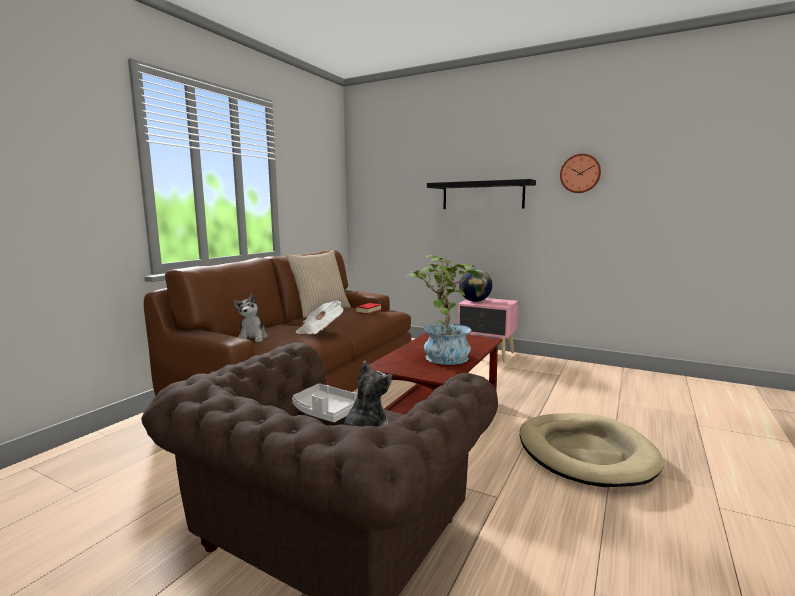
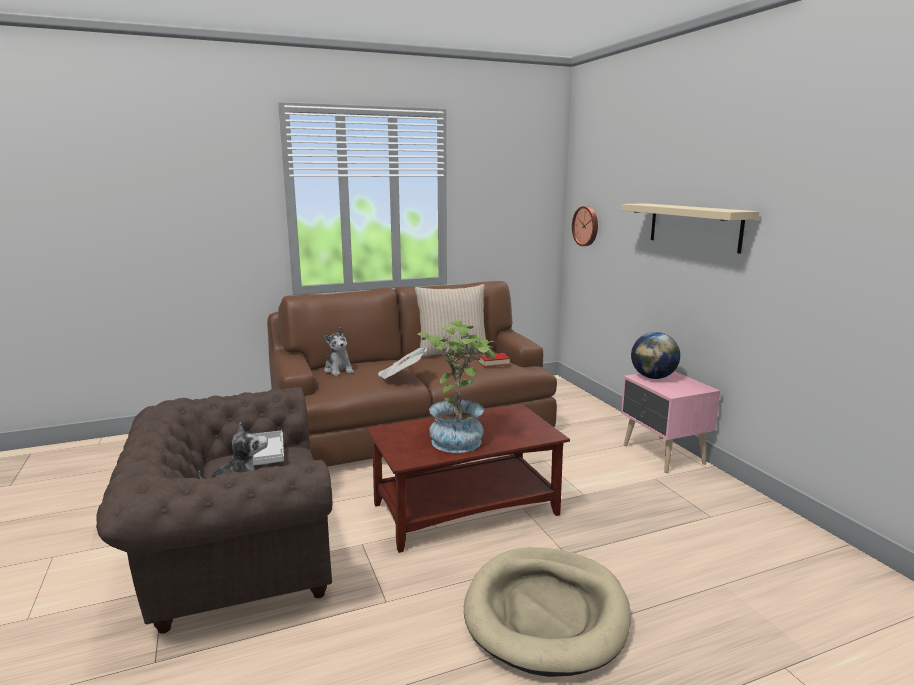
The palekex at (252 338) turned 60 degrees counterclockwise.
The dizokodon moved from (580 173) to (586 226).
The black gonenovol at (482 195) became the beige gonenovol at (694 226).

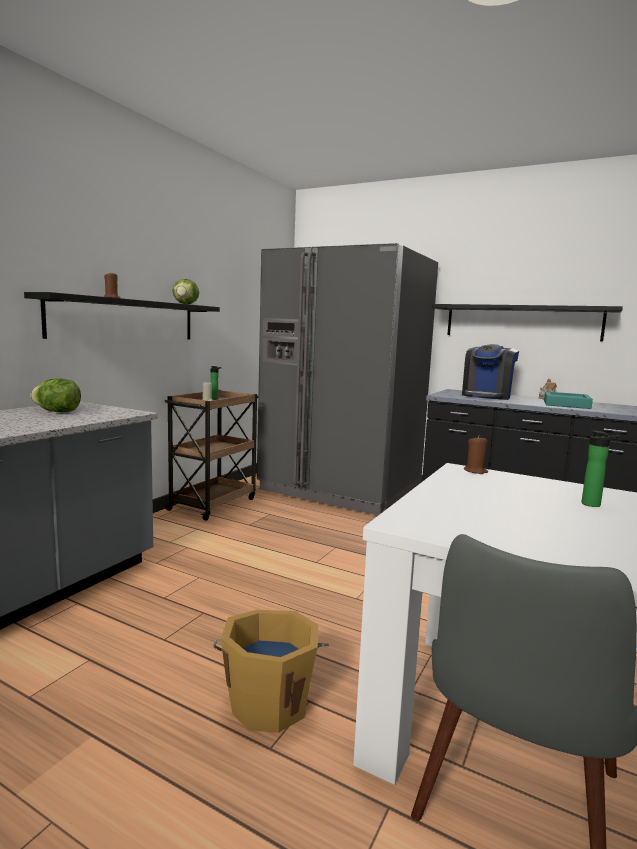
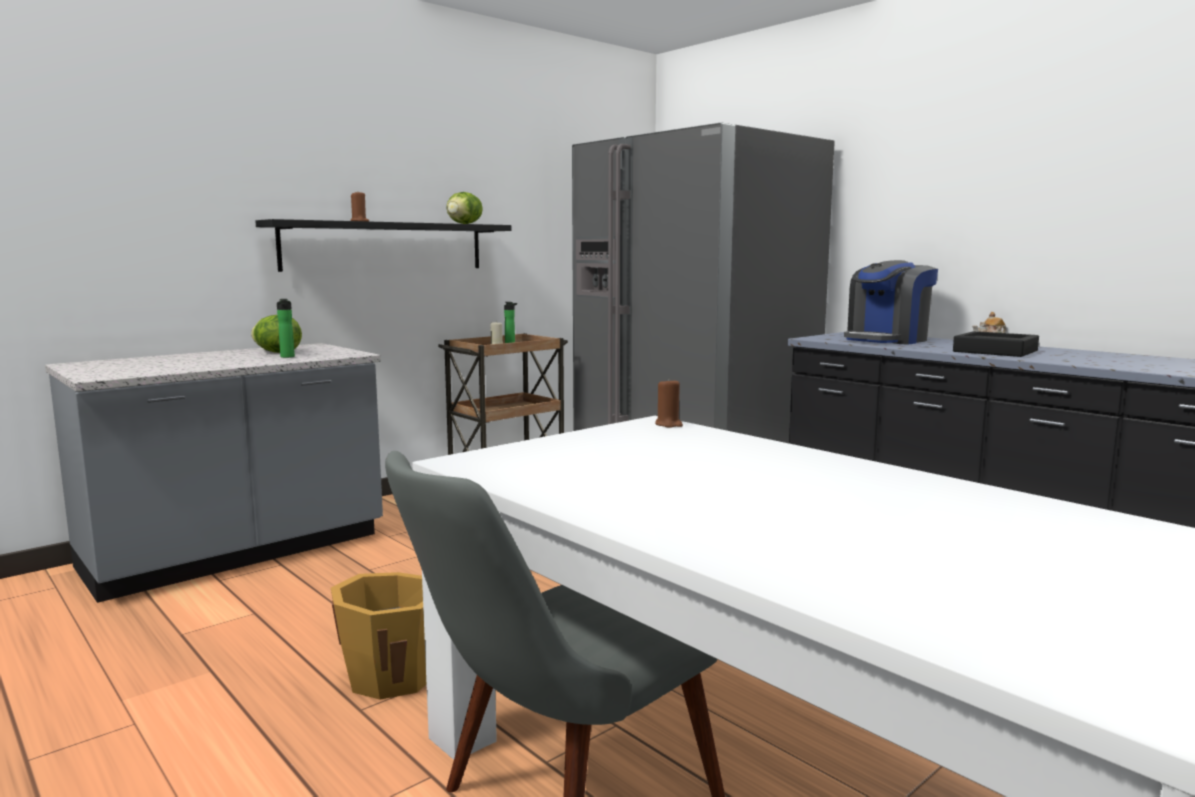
The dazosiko moved from (594 505) to (287 357).
The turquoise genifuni at (566 404) became the black genifuni at (995 351).
The black gonenovol at (521 322) disappeared.

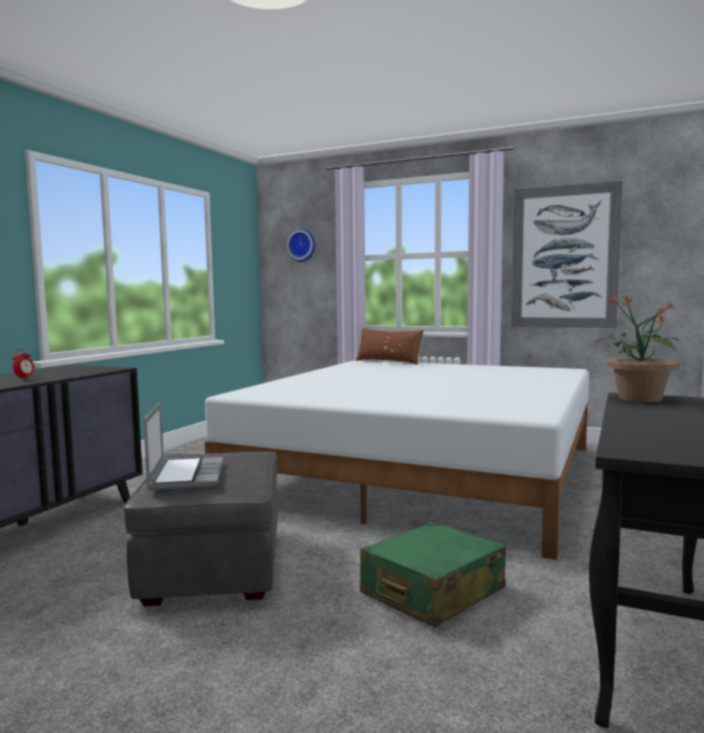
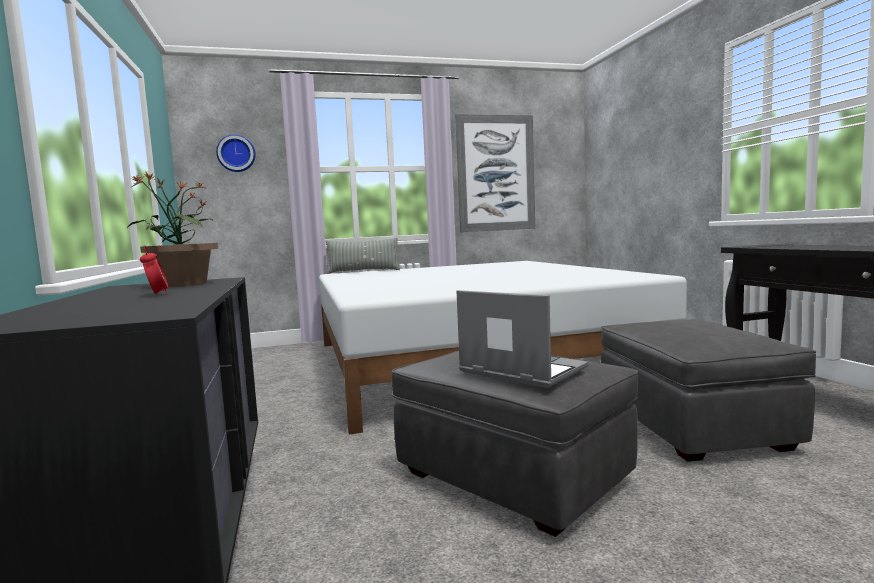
The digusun moved from (639 398) to (183 284).
The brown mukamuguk at (388 362) became the grey mukamuguk at (363 271).
The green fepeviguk at (432 592) was replaced by the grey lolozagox at (692 425).

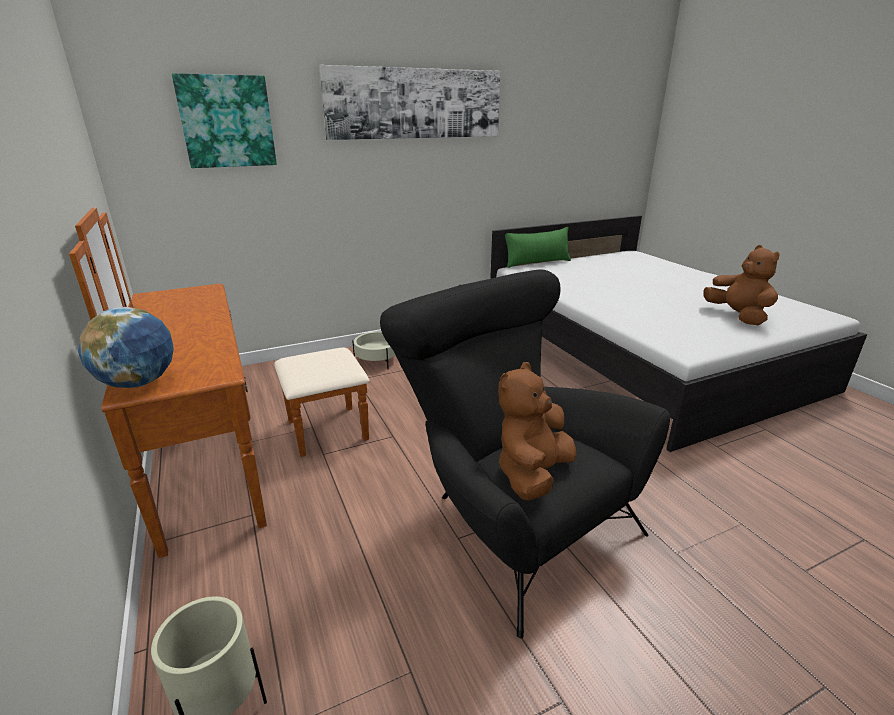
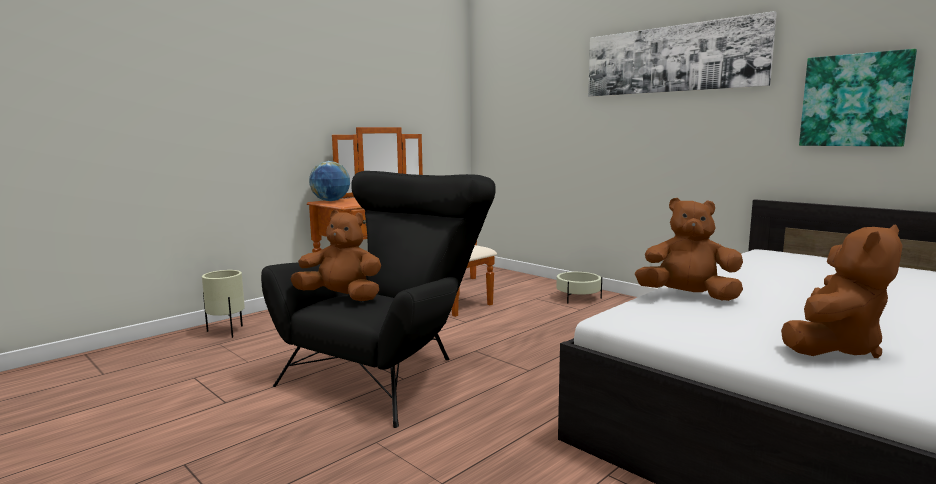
The brown palekex at (687 296) appeared.
The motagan moved from (227 122) to (854 100).
The green mukamuguk at (537 263) disappeared.

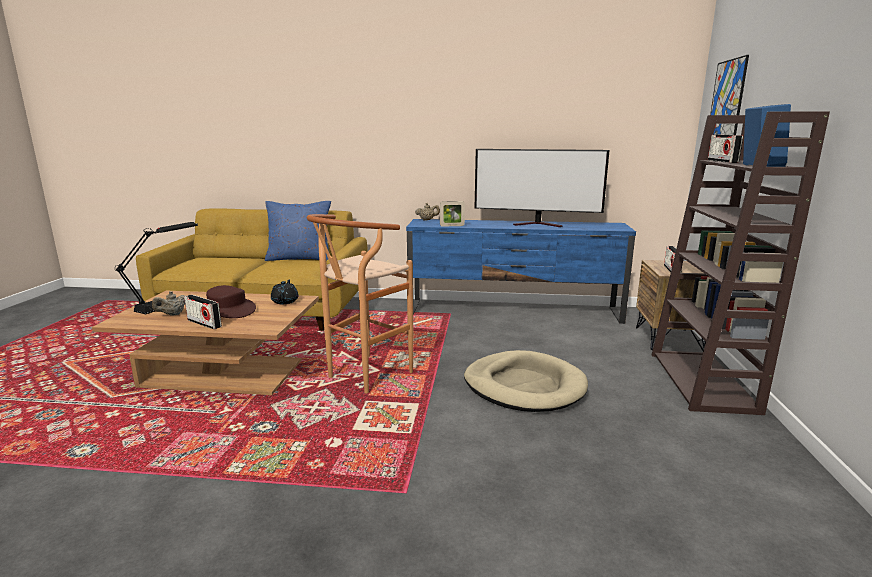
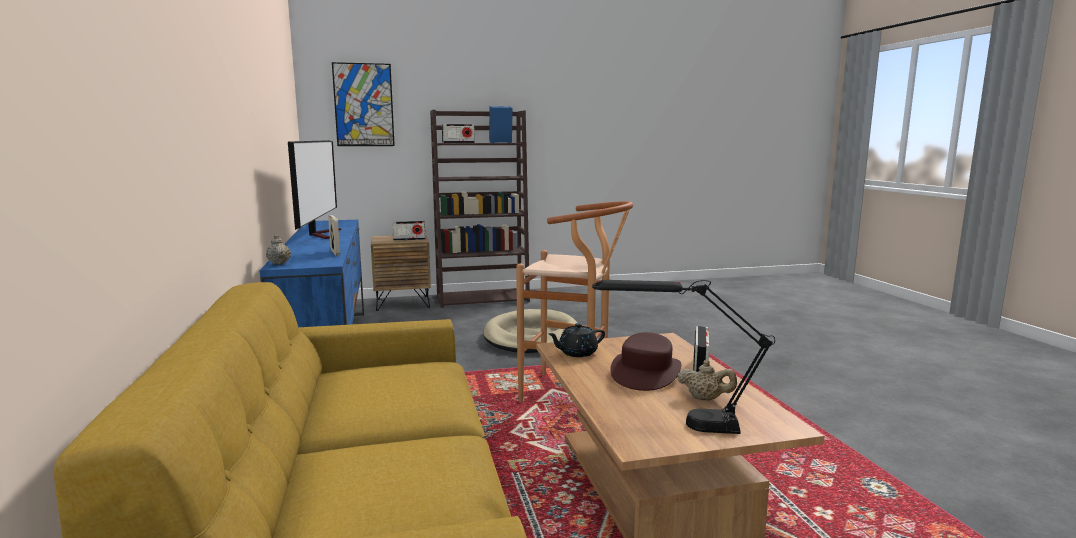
The blue mukamuguk at (300 258) disappeared.

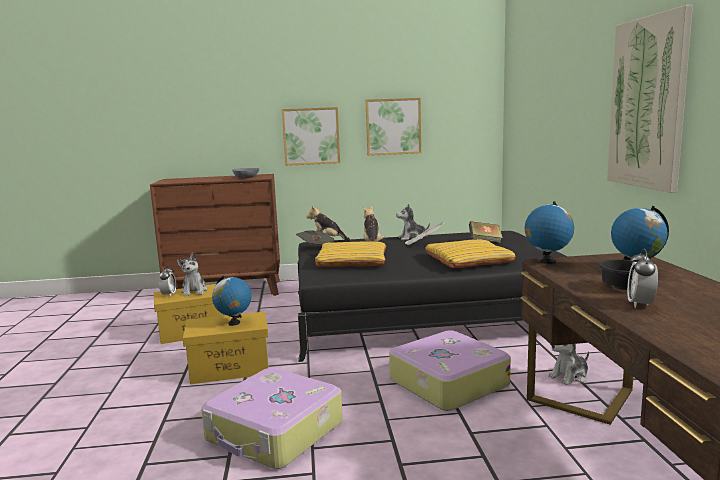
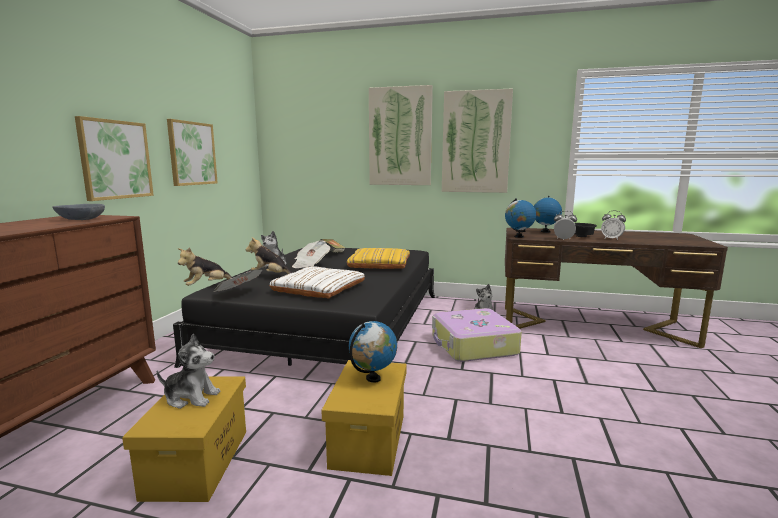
The yellow mukamuguk at (352 261) became the white mukamuguk at (319 288).
The motagan at (400 137) appeared.
The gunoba moved from (168 295) to (563 239).
The fepeviguk at (274 432) disappeared.

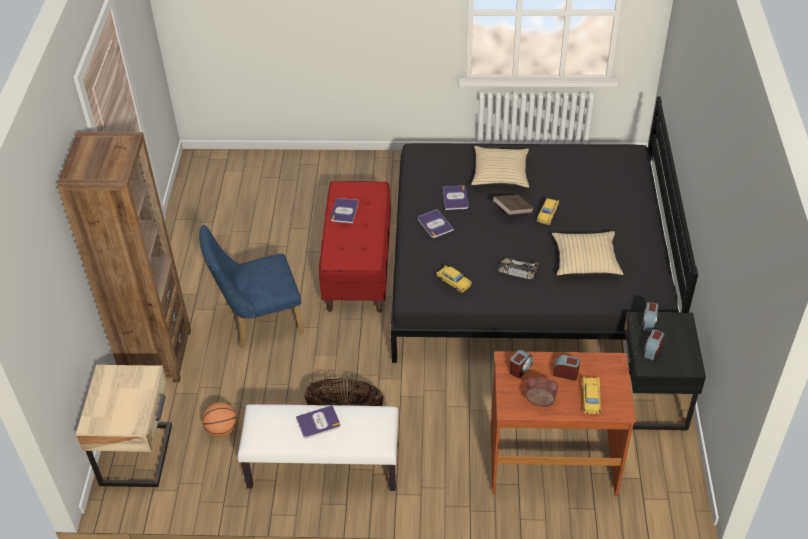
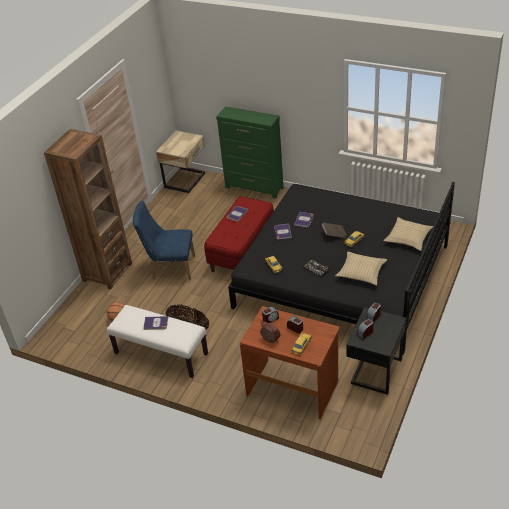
The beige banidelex moved from (140 455) to (186 181).
The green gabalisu at (254 188) appeared.
The beige mukamuguk moved from (500 173) to (408 238).

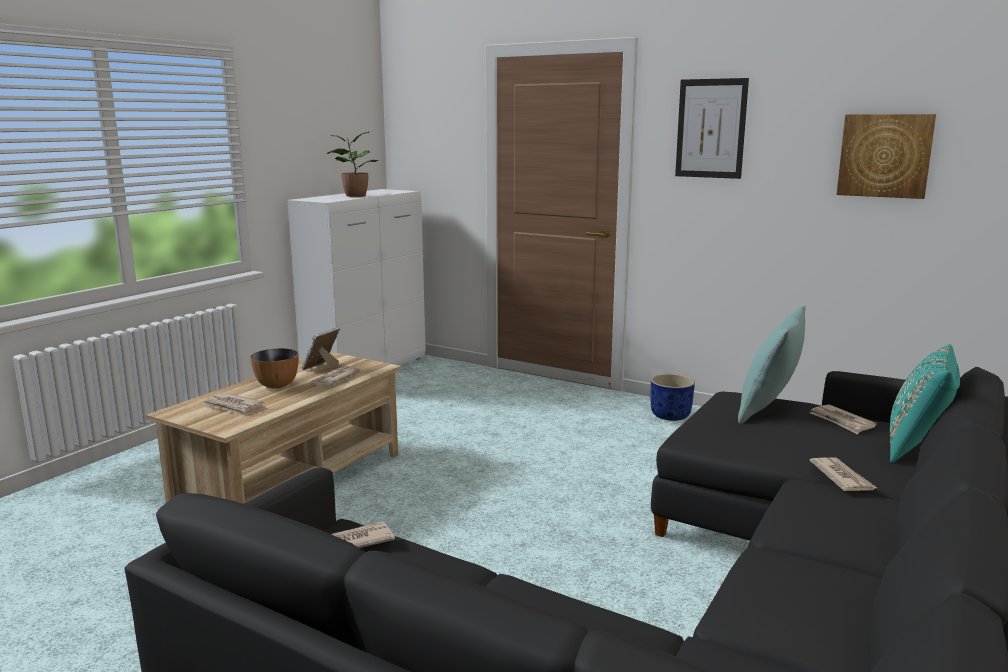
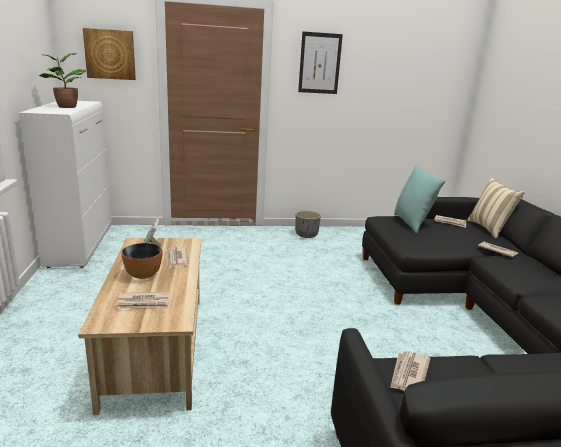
The motagan moved from (885 155) to (110 54).
The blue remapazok at (671 415) became the grey remapazok at (306 235).
The turquoise mukamuguk at (917 448) became the beige mukamuguk at (489 229).

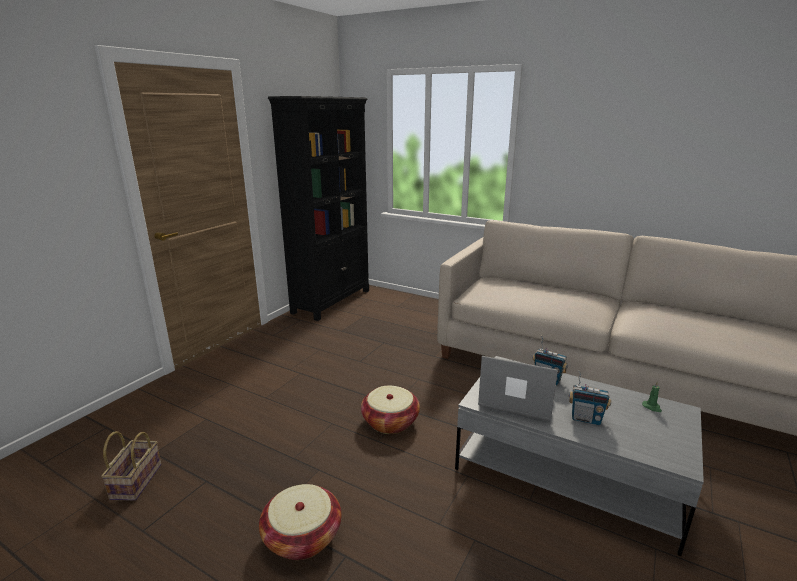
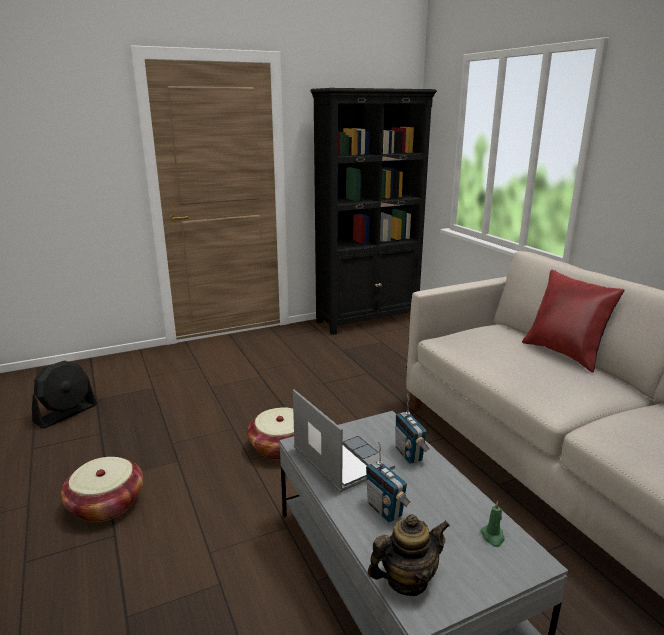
The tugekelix at (136 480) was replaced by the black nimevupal at (66 413).
The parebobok at (407 580) appeared.
The red mukamuguk at (564 354) appeared.

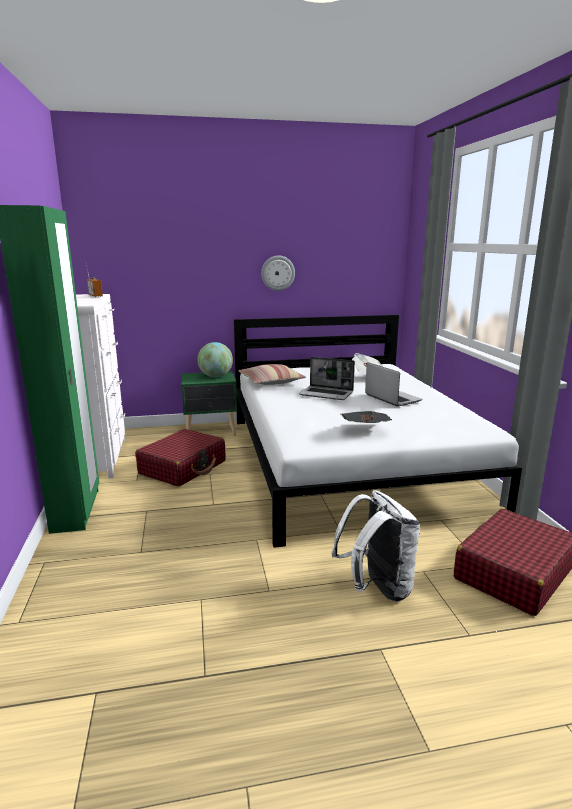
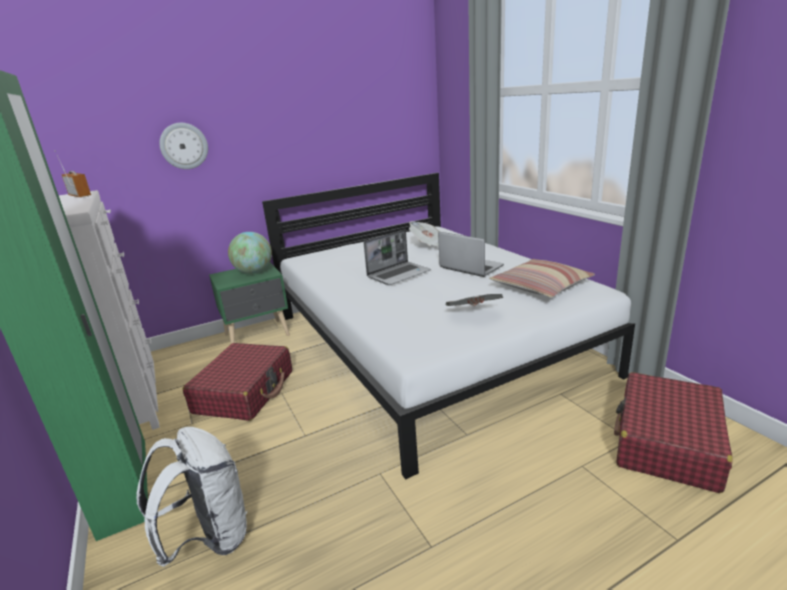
The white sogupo moved from (377 587) to (209 538).
The dizokodon moved from (278 273) to (184 146).
The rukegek at (327 394) turned 45 degrees counterclockwise.
The mukamuguk moved from (271 381) to (540 287).

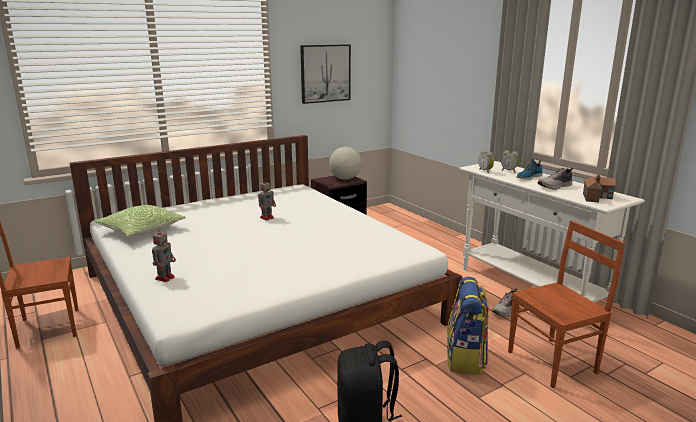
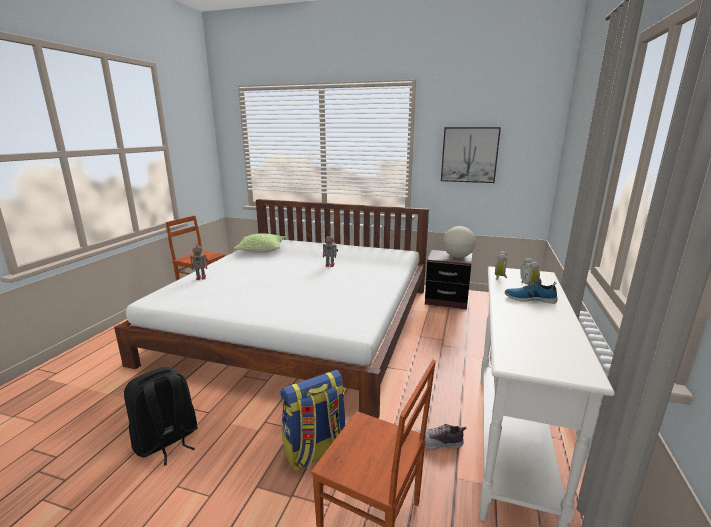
The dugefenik at (555 186) disappeared.
The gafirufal at (597 197) disappeared.

